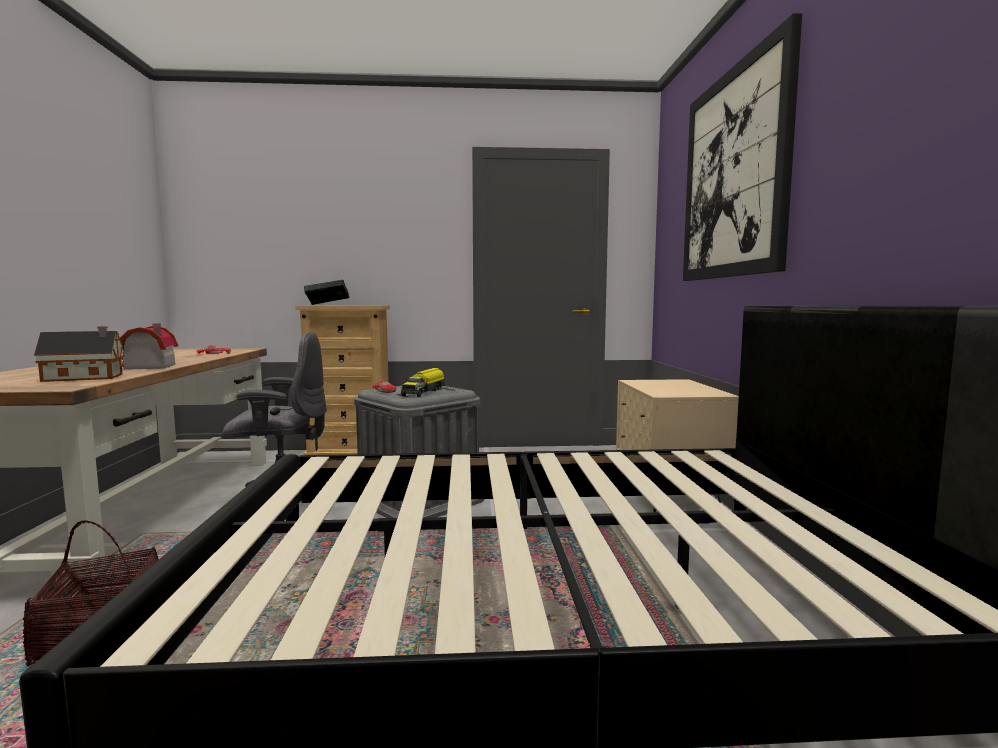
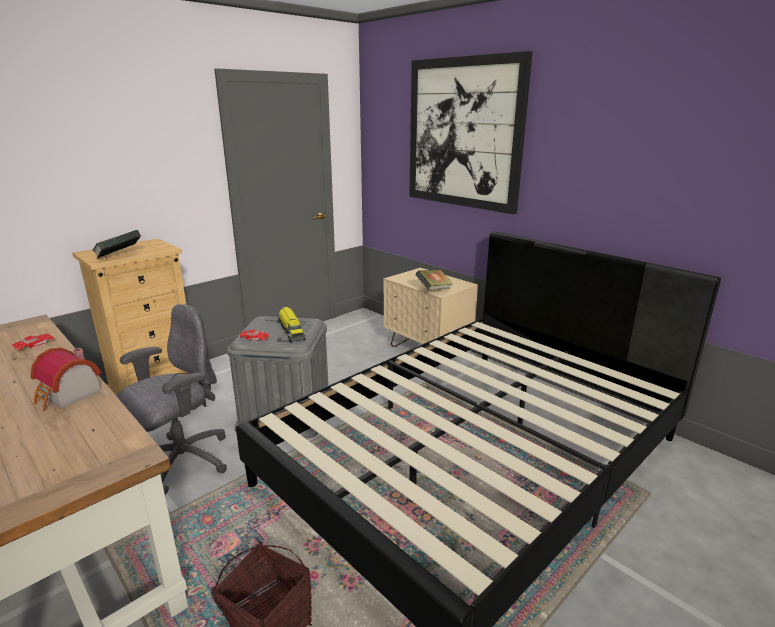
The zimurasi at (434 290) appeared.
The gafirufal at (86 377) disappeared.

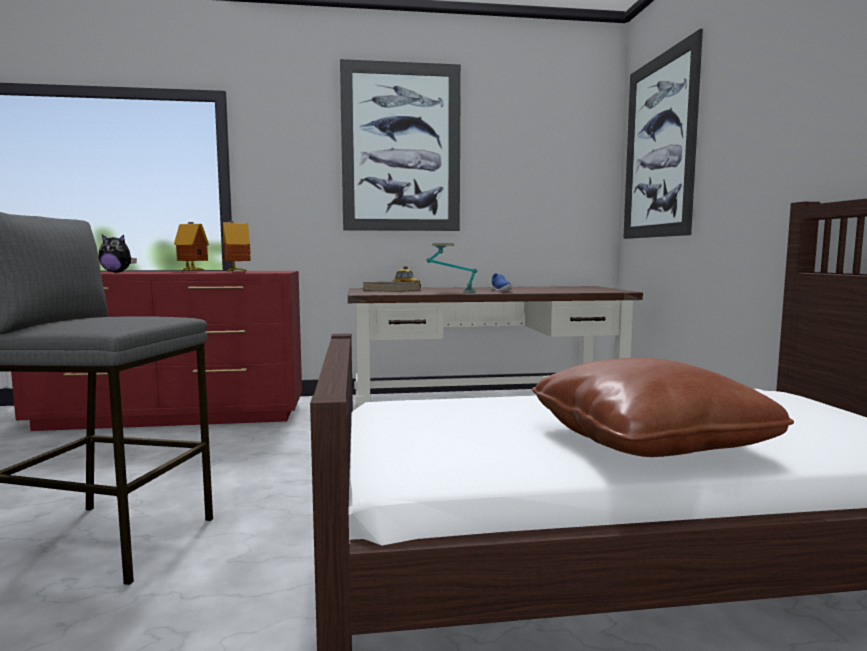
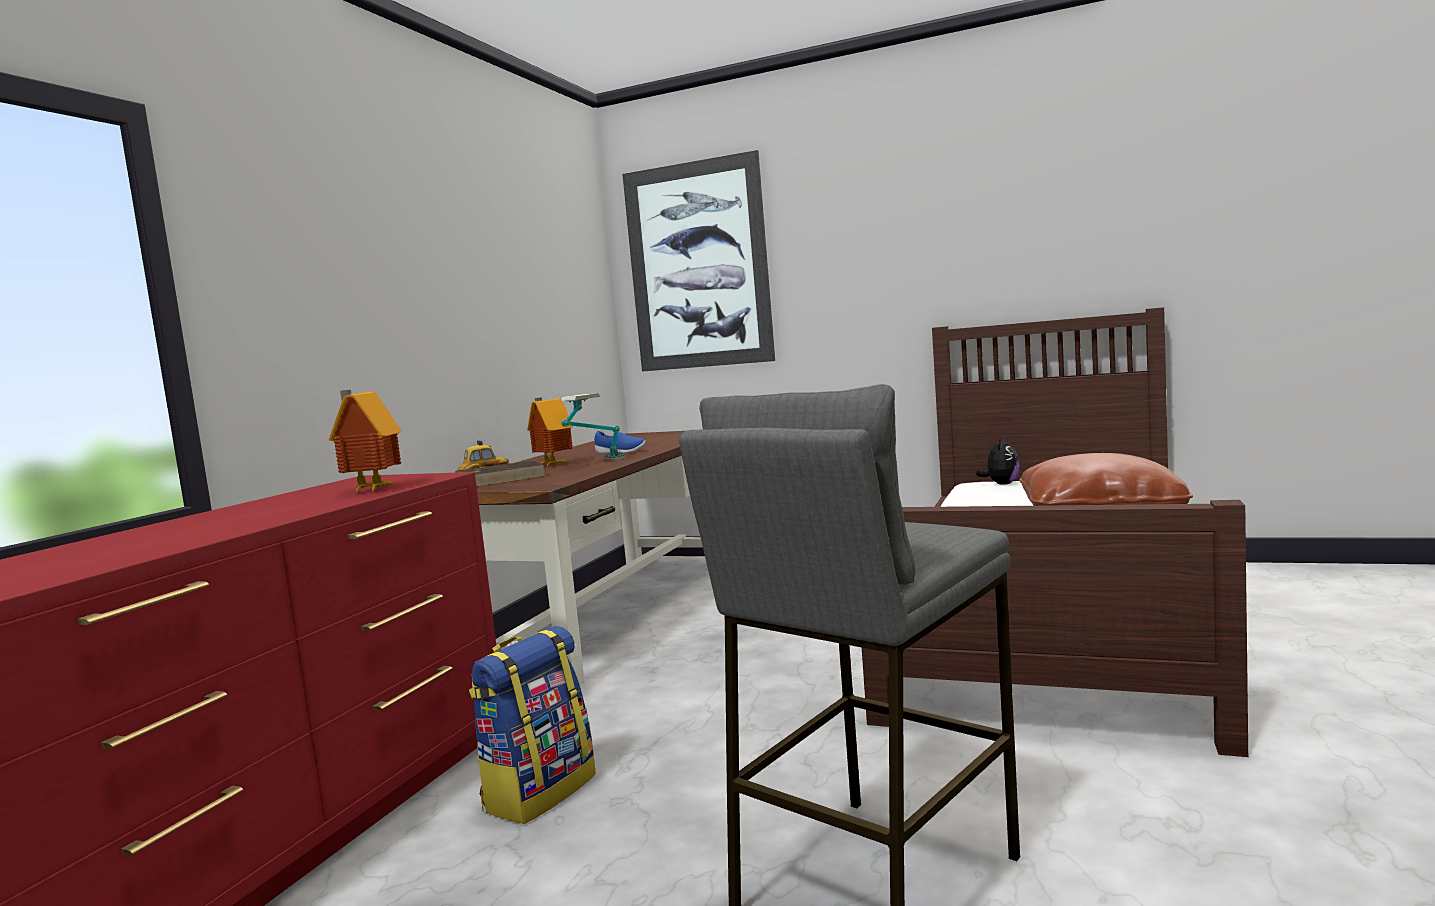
The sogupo at (539 792) appeared.
The gafirufal moved from (193 271) to (552 465).
The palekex moved from (117 272) to (1001 484).
The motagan at (401 148) disappeared.

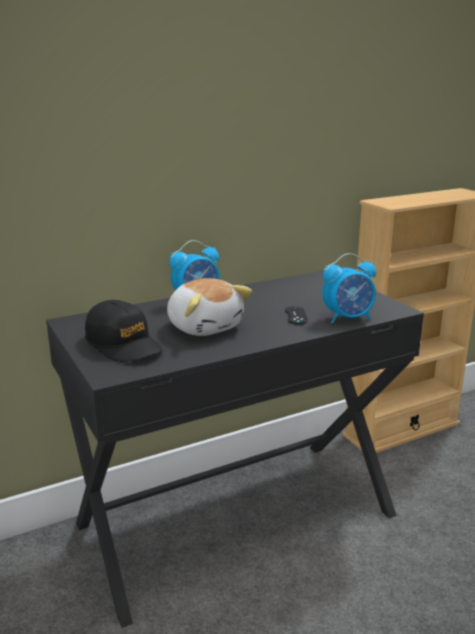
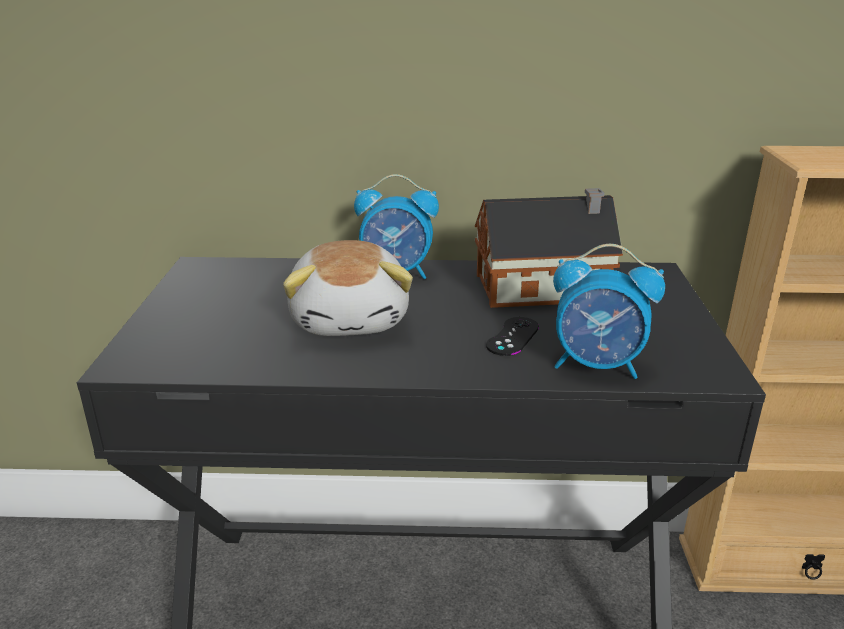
The gafirufal at (546 288) appeared.
The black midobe at (123 344) disappeared.

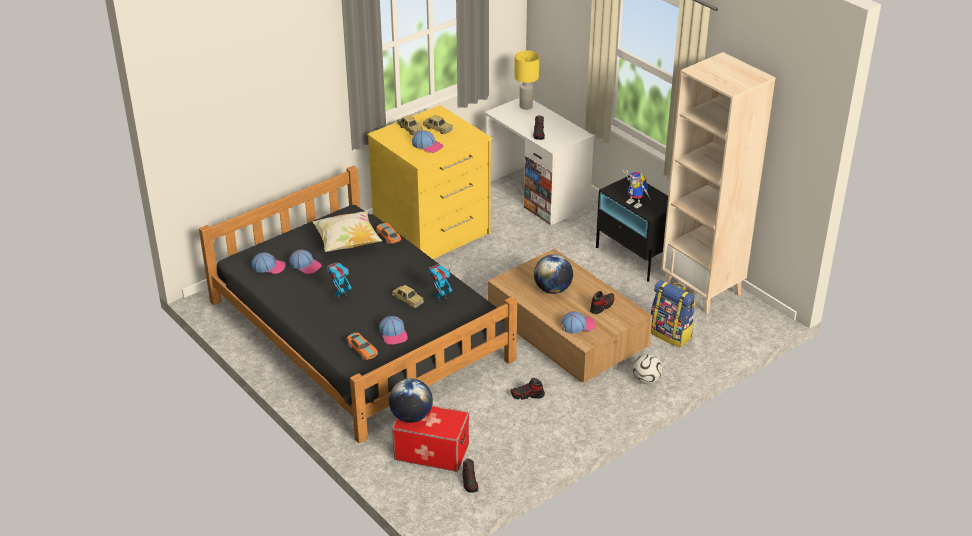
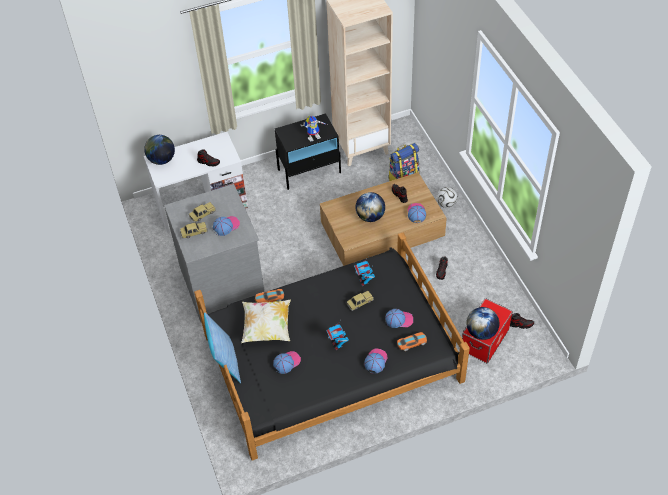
The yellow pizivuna at (526 106) was replaced by the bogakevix at (161 159).
The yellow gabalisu at (433 233) became the grey gabalisu at (223 283).
The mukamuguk at (225 362) appeared.
The midobe moved from (269 267) to (375 361).

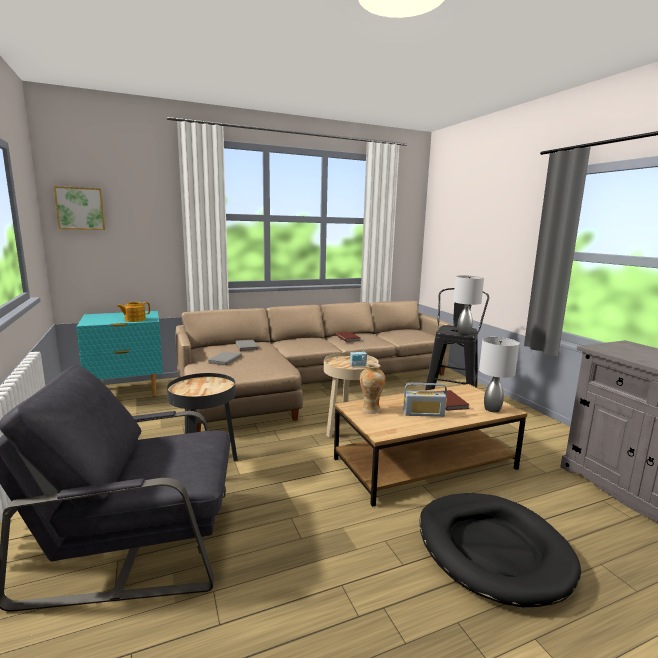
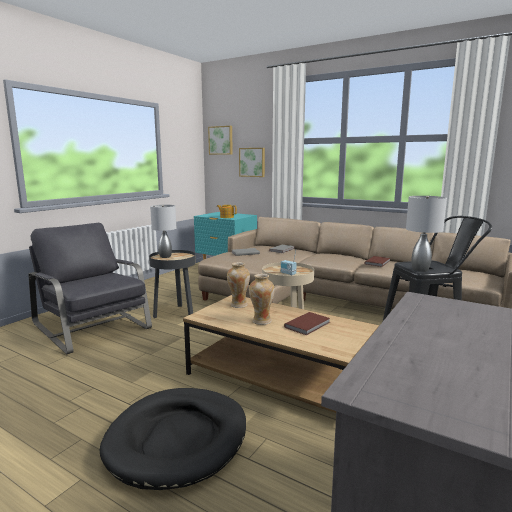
The grey pizivuna moved from (492 409) to (165 256).
The motagan at (252 162) appeared.
The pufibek at (423 413) was replaced by the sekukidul at (261 321).

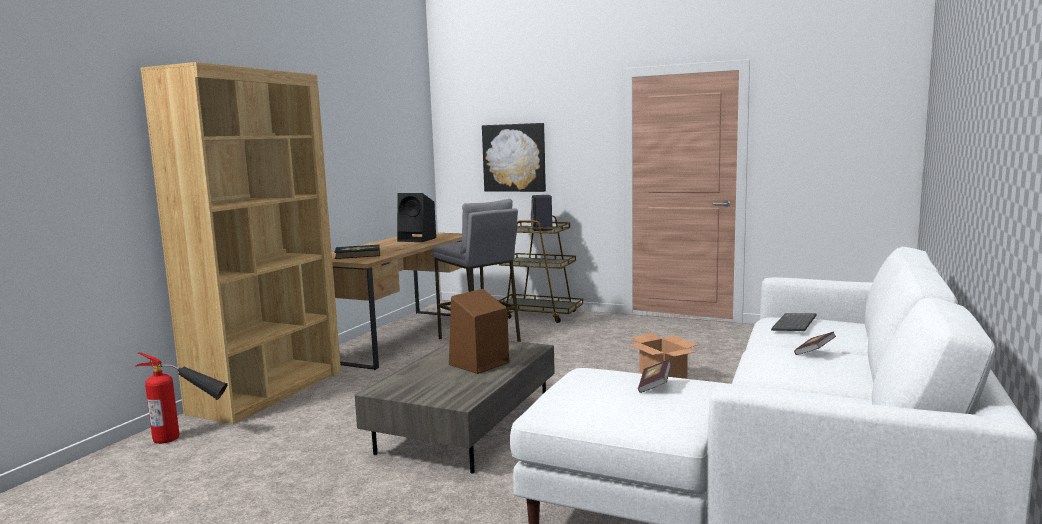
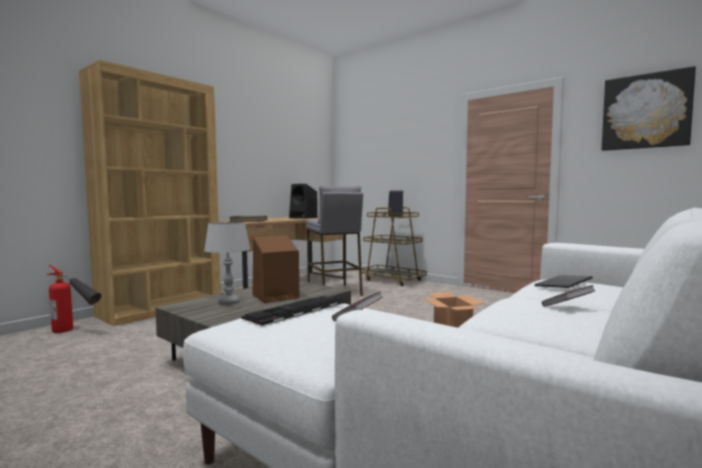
The grey pizivuna at (229 302) appeared.
The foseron at (296 311) appeared.
The motagan moved from (514 158) to (645 111).

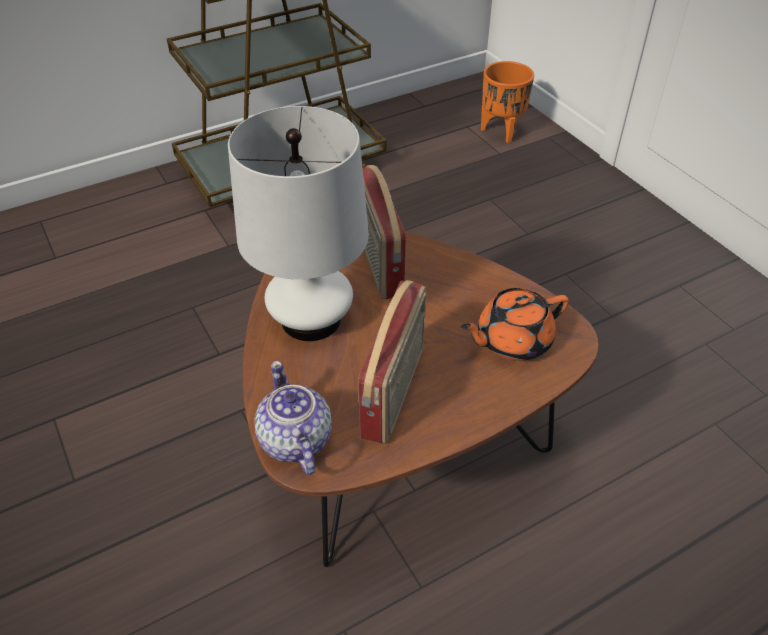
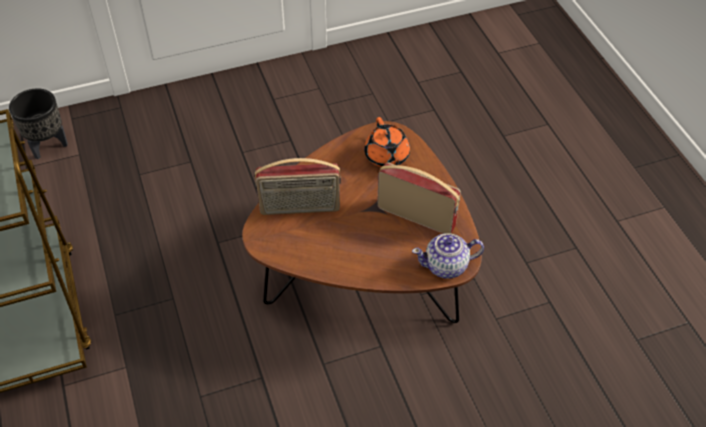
The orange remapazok at (502 131) became the black remapazok at (48 145).
The white pizivuna at (311 319) disappeared.

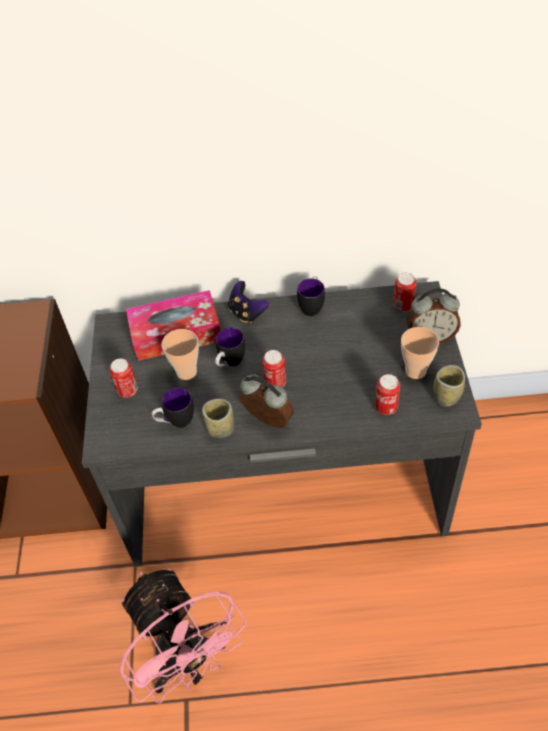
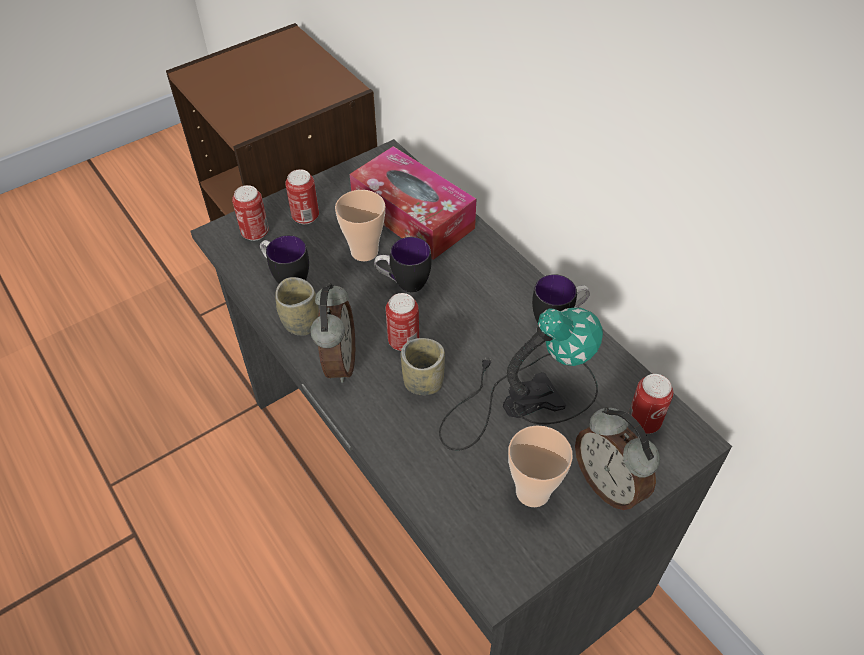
The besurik moved from (386 407) to (255 233).
The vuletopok moved from (446 397) to (423 382).
The pizivuna at (521 397) appeared.
The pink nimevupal at (187 662) disappeared.
The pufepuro at (247 313) disappeared.

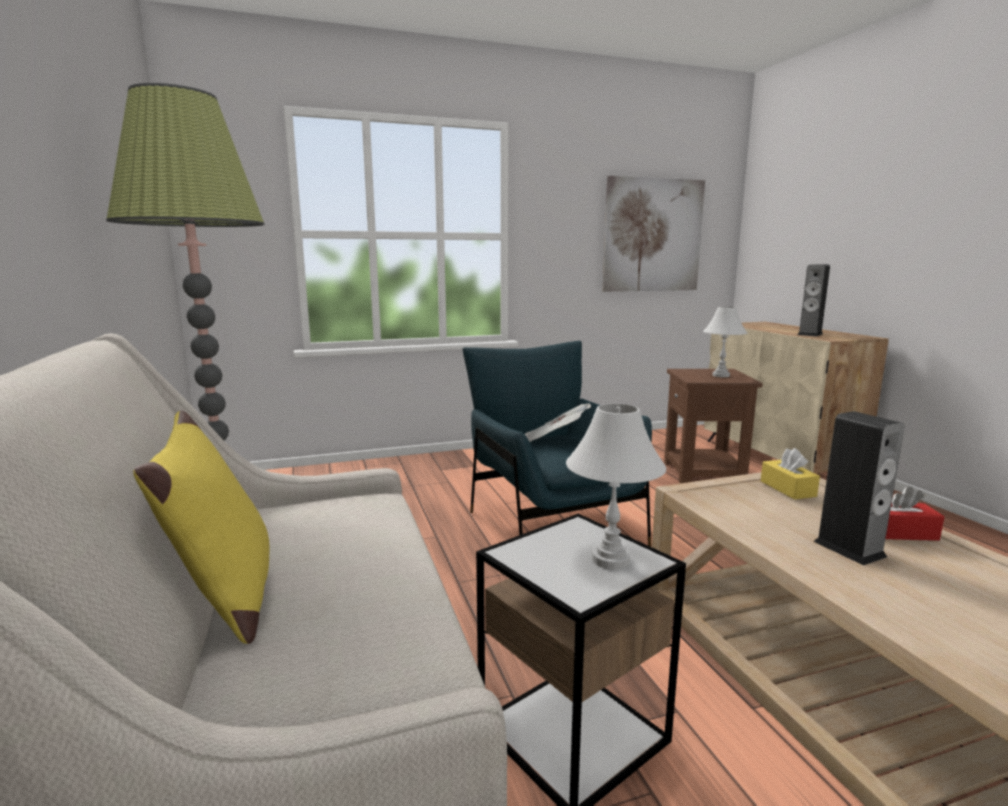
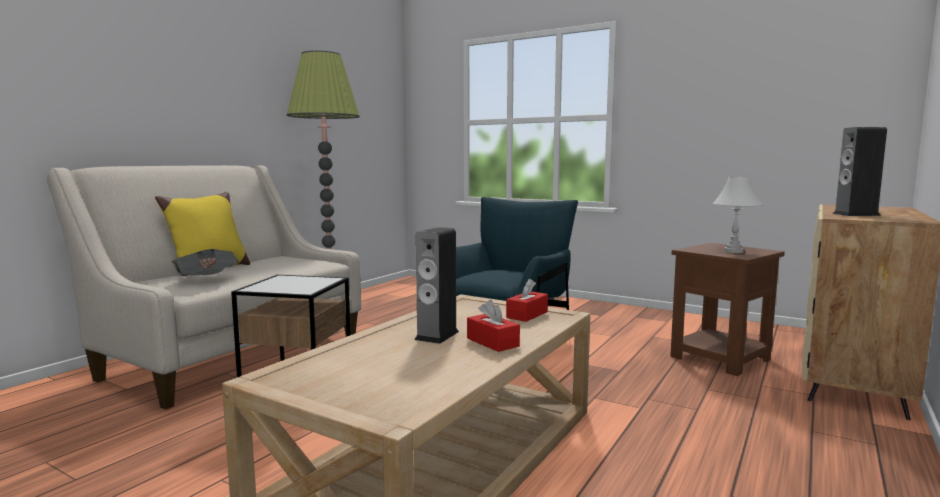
The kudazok moved from (554 440) to (207 280).
The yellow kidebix at (787 488) became the red kidebix at (527 315).
The white pizivuna at (611 559) disappeared.
The motagan at (653 235) disappeared.

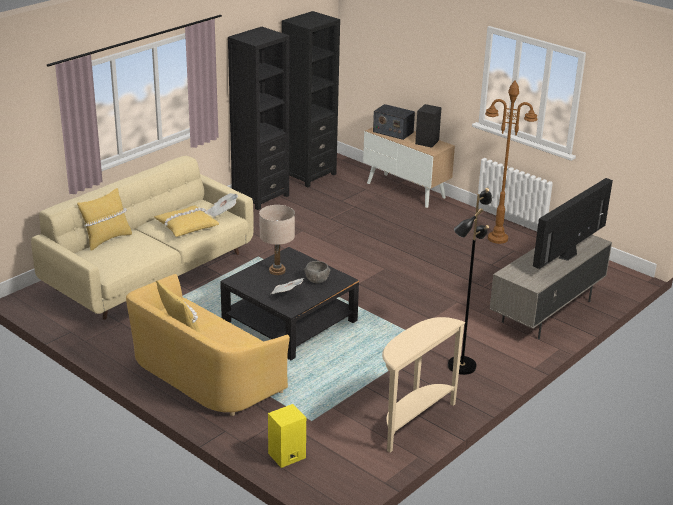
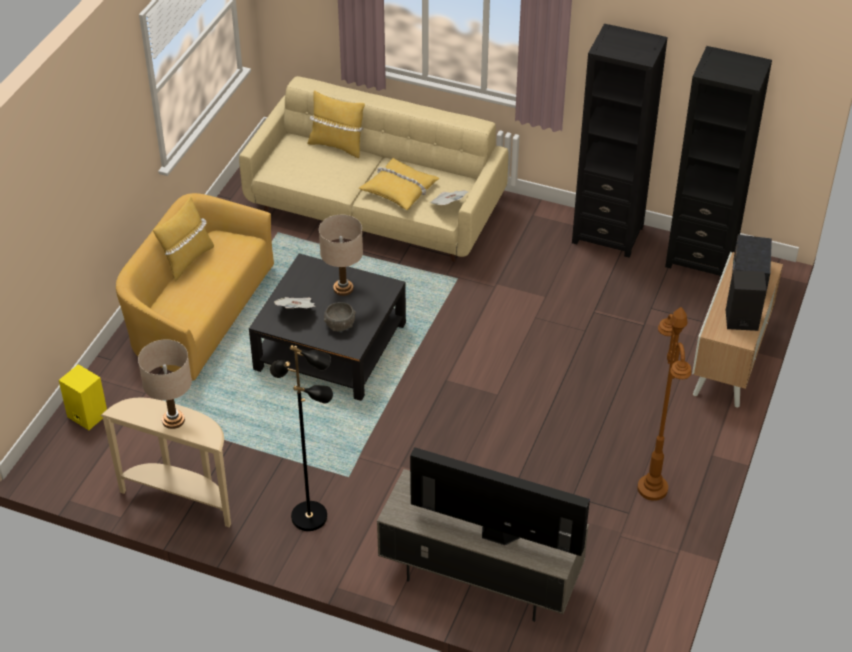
The beige pizivuna at (173 420) appeared.

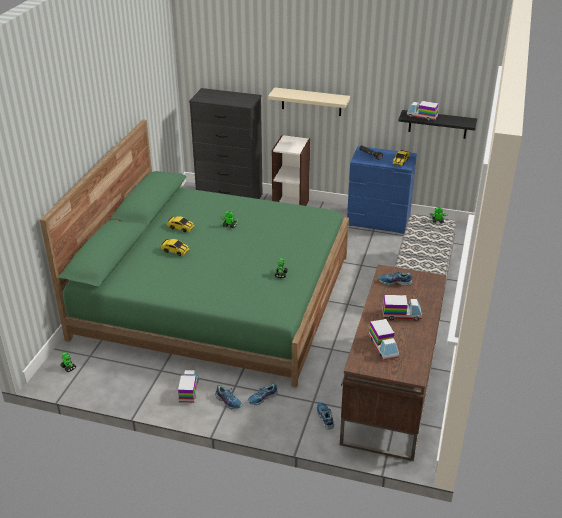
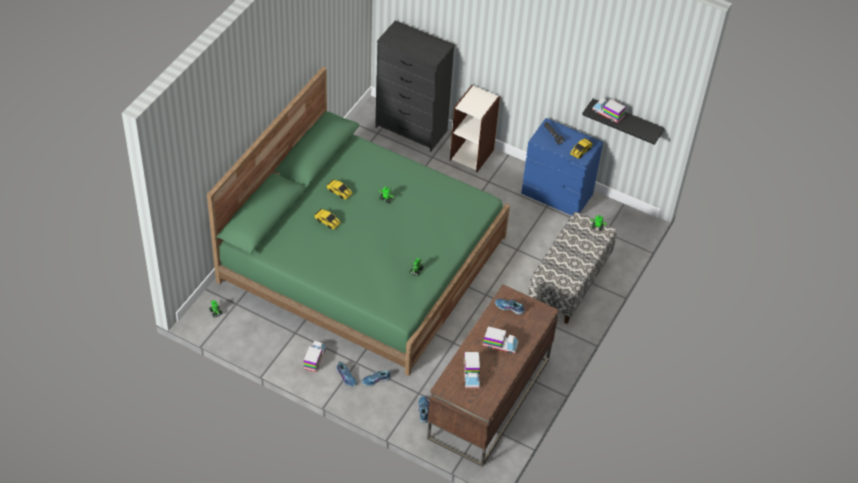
The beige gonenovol at (311 101) disappeared.

